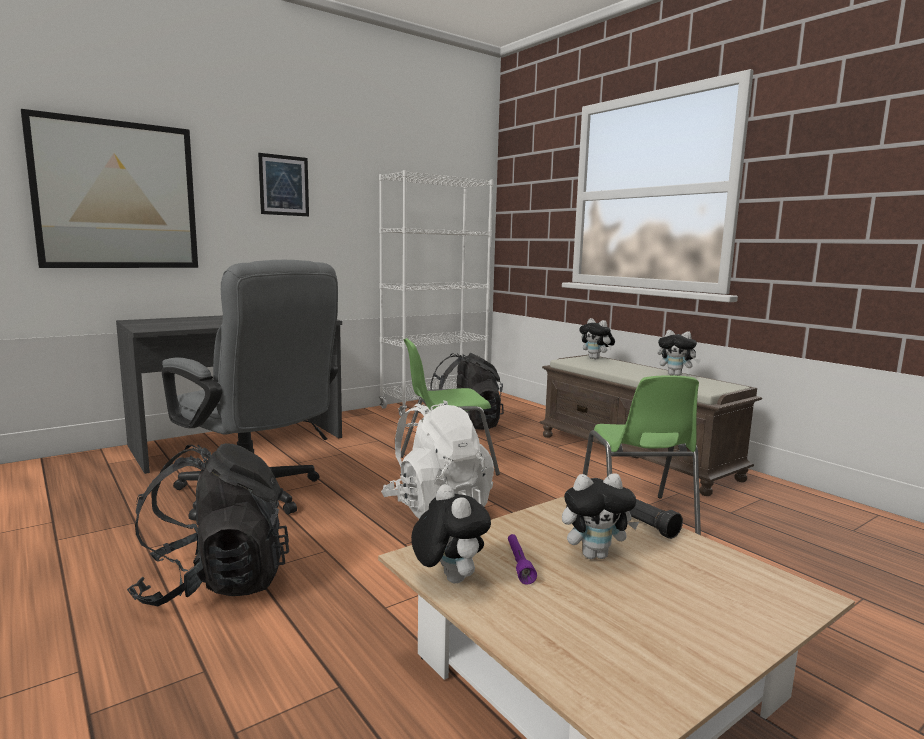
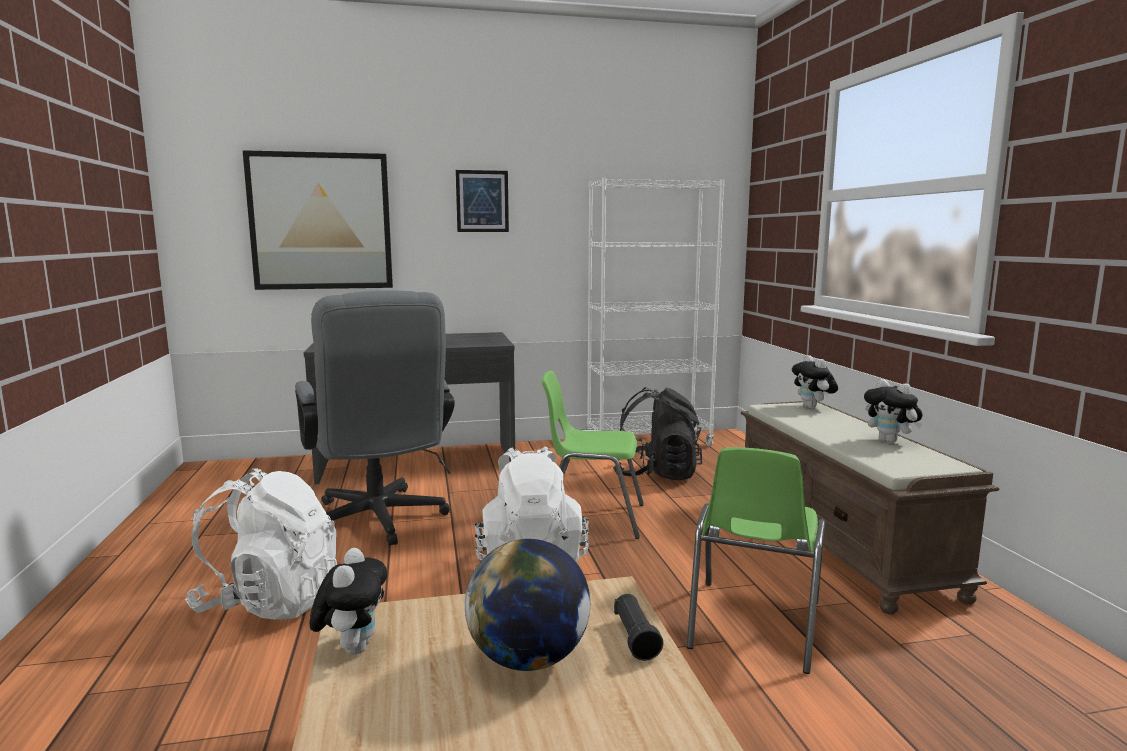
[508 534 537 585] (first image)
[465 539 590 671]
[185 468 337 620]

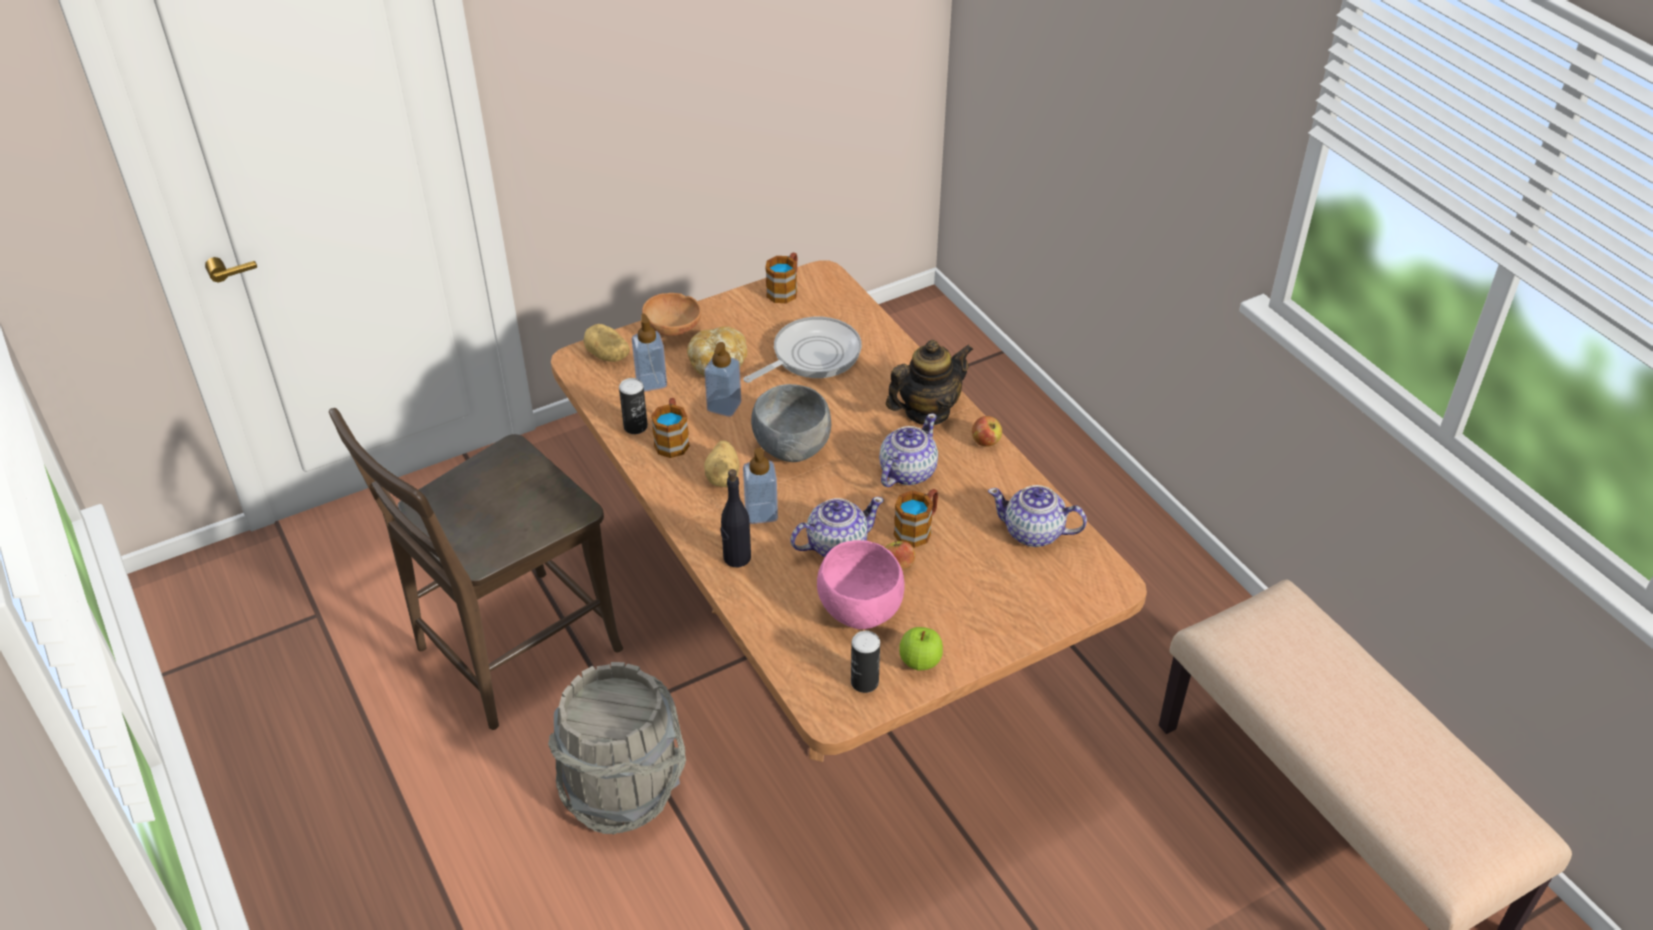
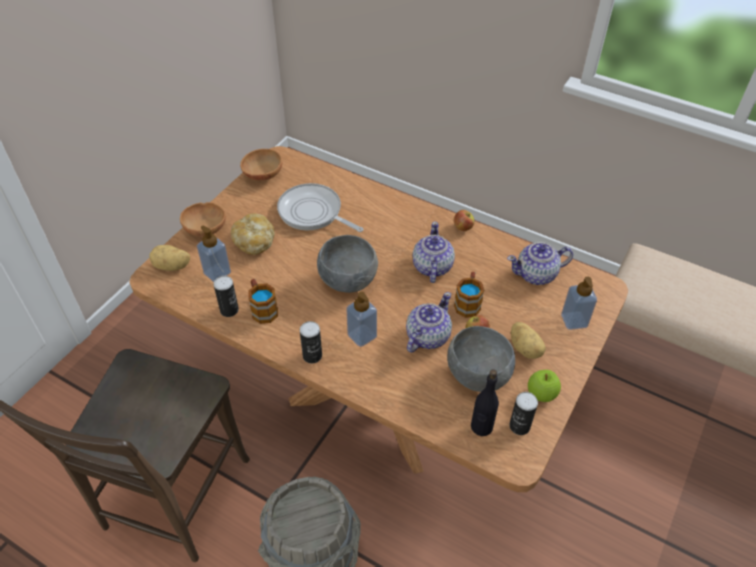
[886 340 974 425] (first image)
[300 321 322 363]
[561 276 597 330]
[511 322 546 359]
[471 369 499 436]
[240 149 282 181]
[447 326 515 392]
[277 183 363 232]

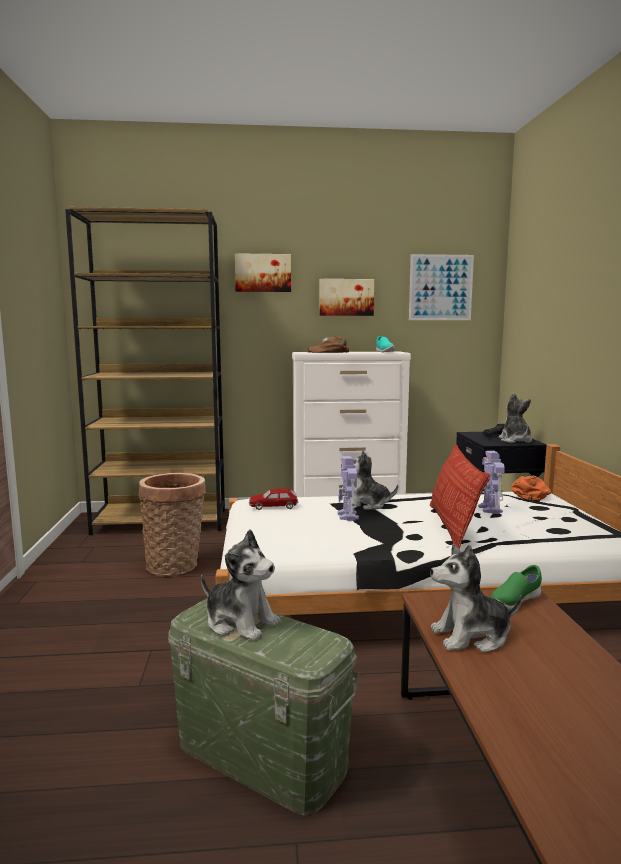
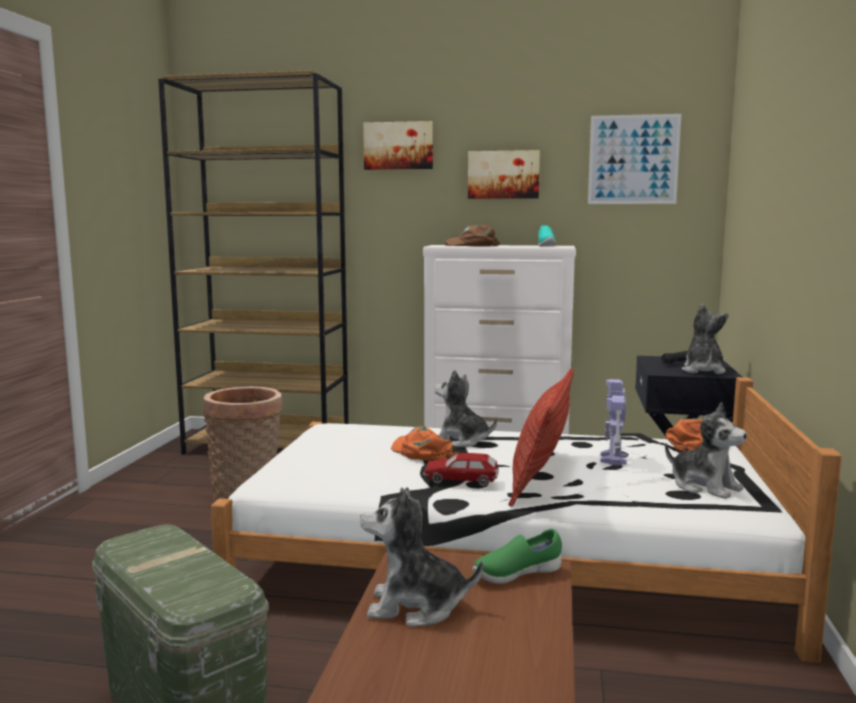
[665 402 747 499]
[423 453 499 487]
[391 426 458 461]

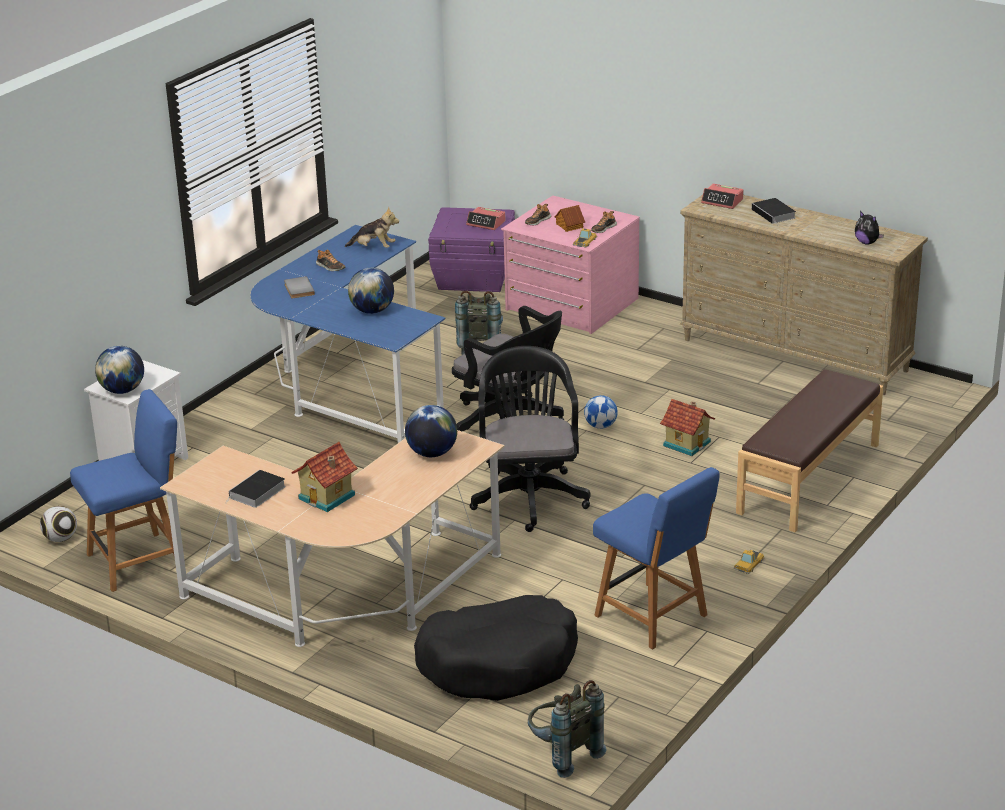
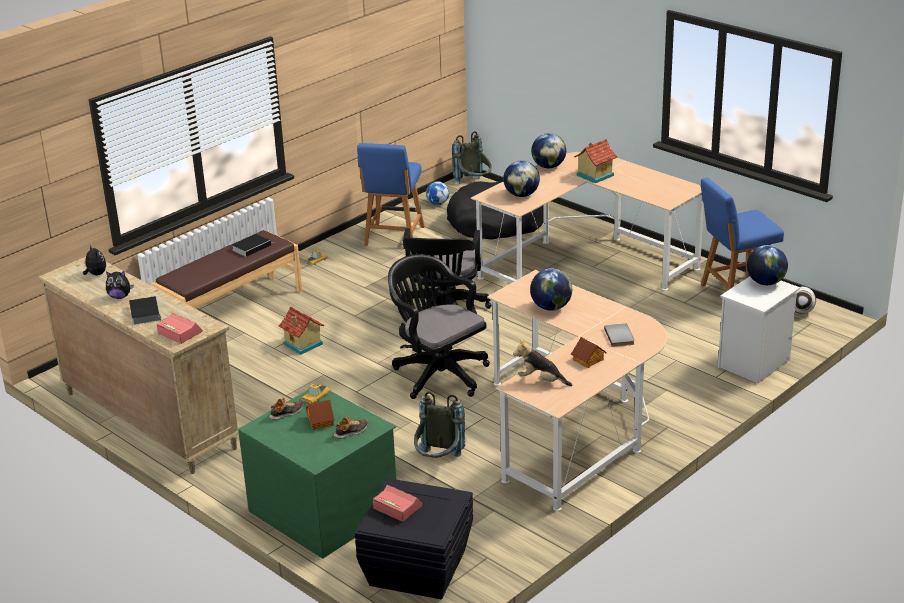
[106 271 134 299]
[531 133 566 168]
[232 234 275 257]
[426 181 449 205]
[571 337 607 368]
[487 270 667 511]
[355 478 473 599]
[238 385 396 559]
[357 143 425 246]

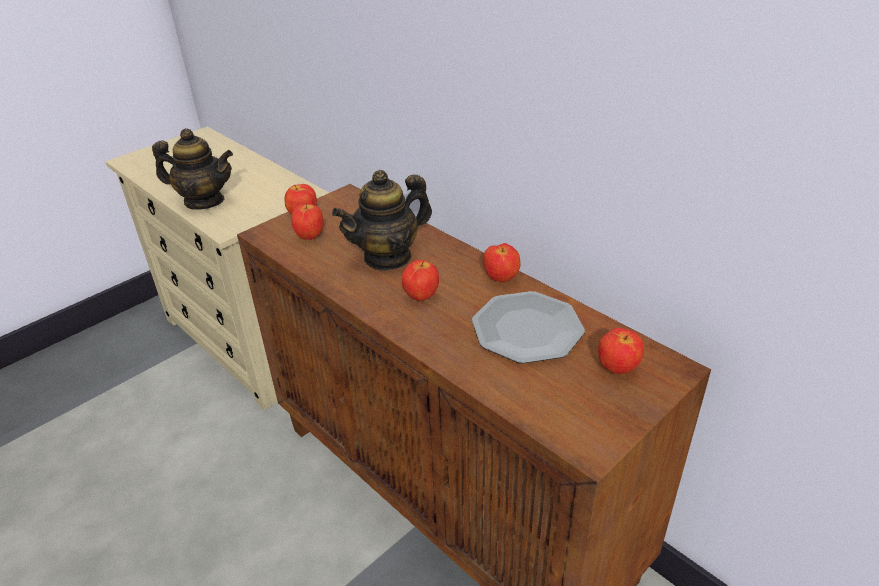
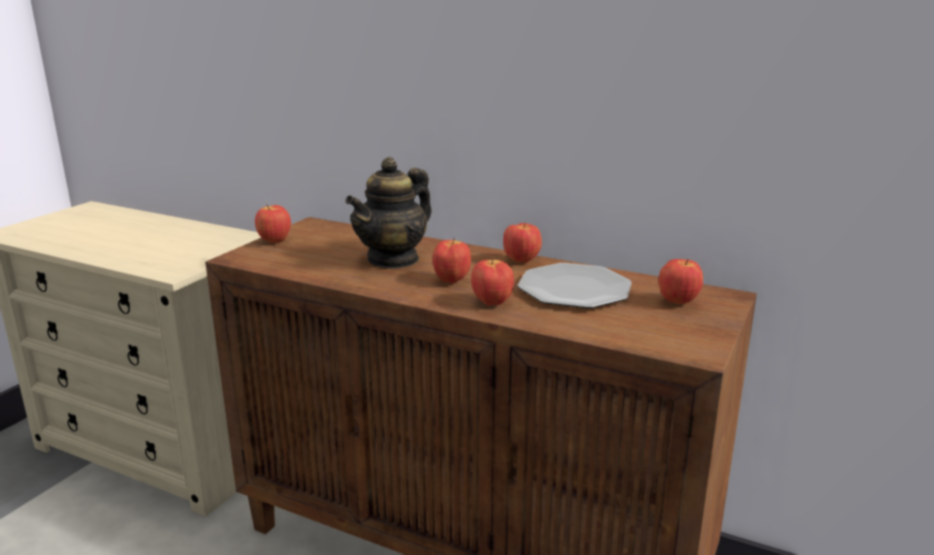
[152 128 233 210] (first image)
[471 257 514 306]

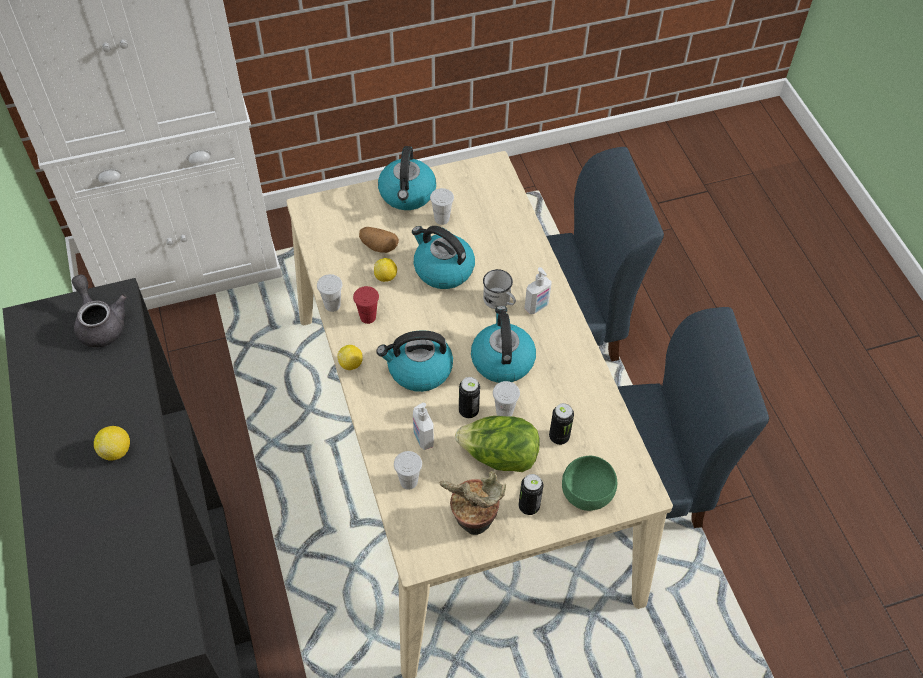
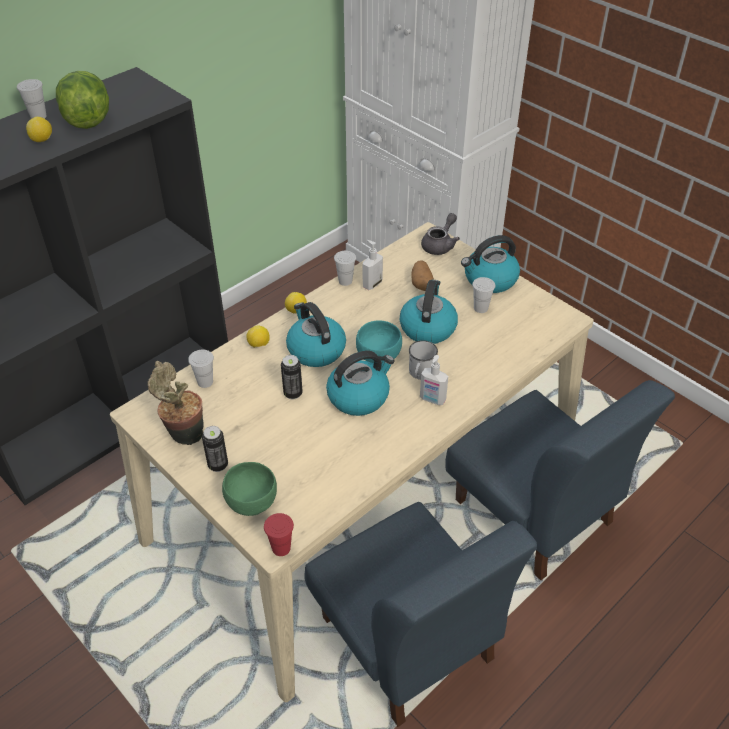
[549 403 574 445] (first image)
[356 320 402 364]
[421 213 460 255]
[264 513 294 556]
[246 325 270 348]
[363 240 383 290]
[56 71 109 129]
[17 79 47 119]

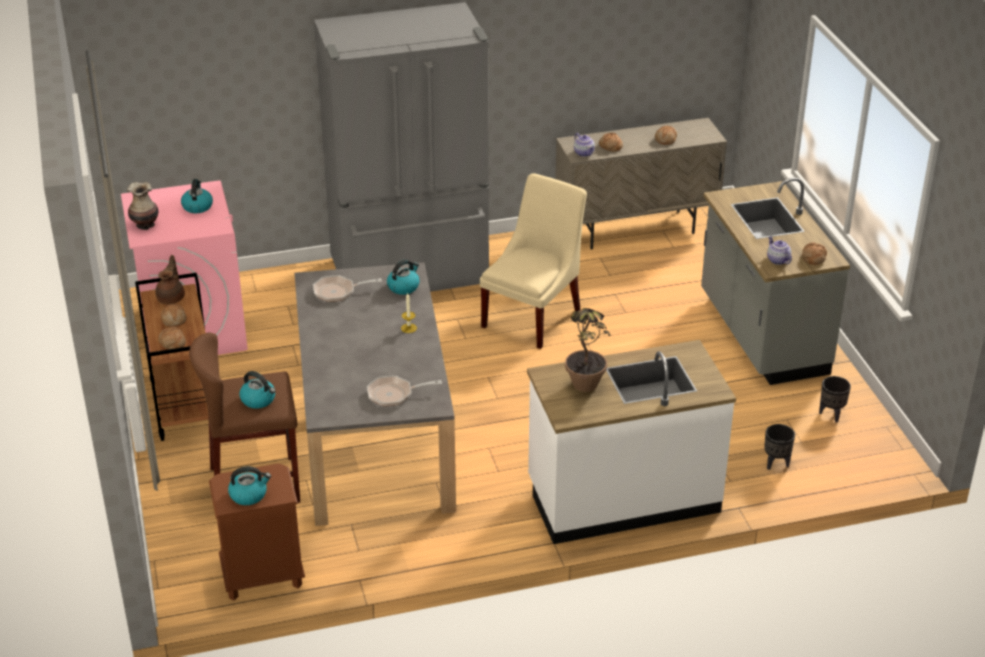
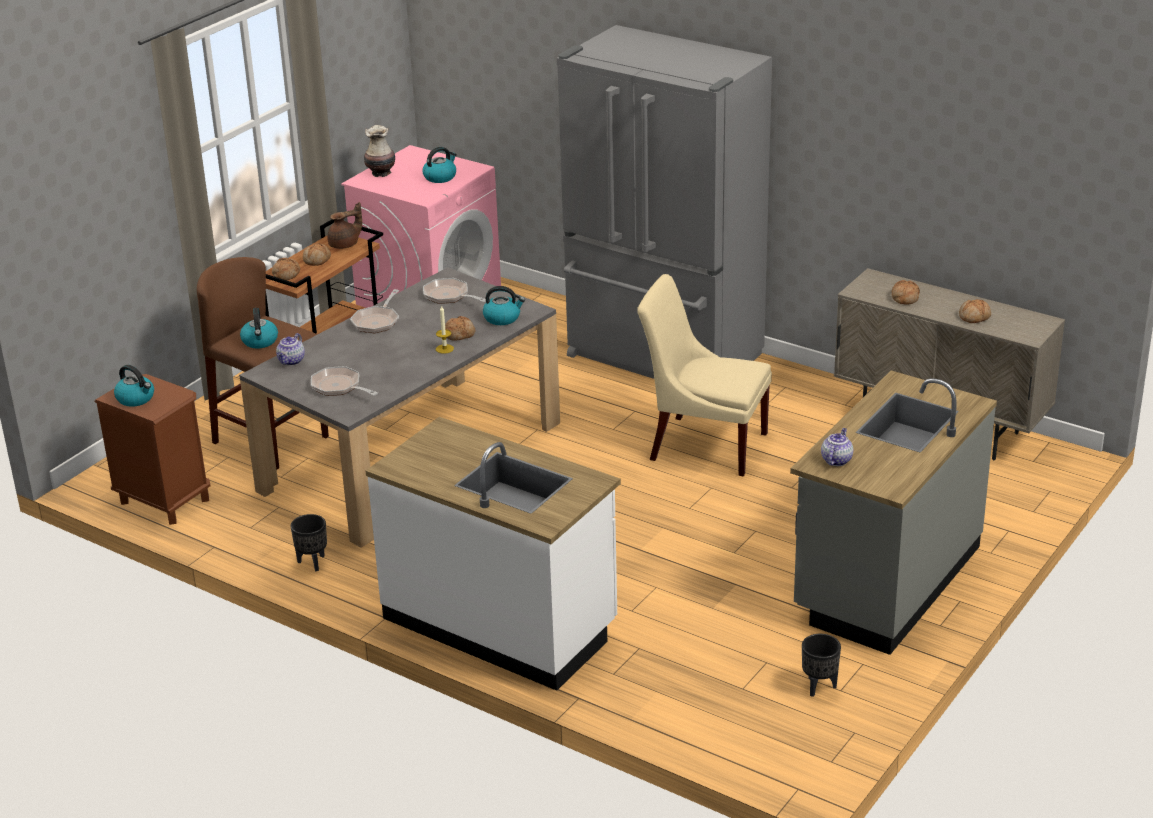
[565 308 611 392] (first image)
[350 289 399 333]
[276 333 305 365]
[291 514 327 571]
[445 316 475 340]
[637 274 772 477]

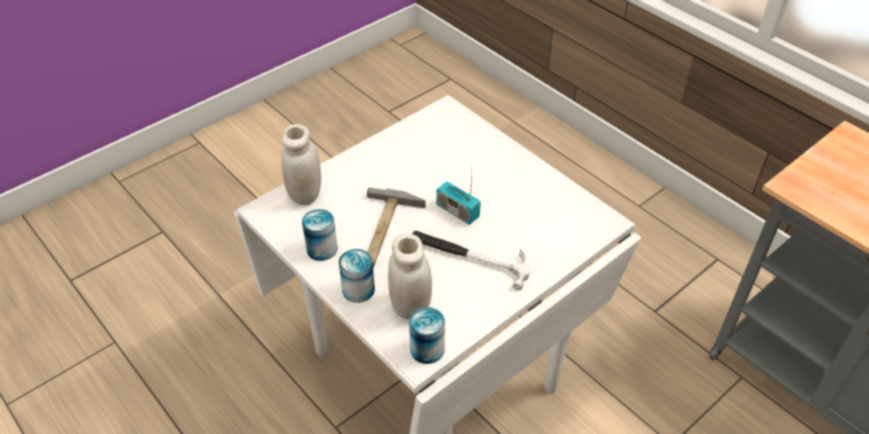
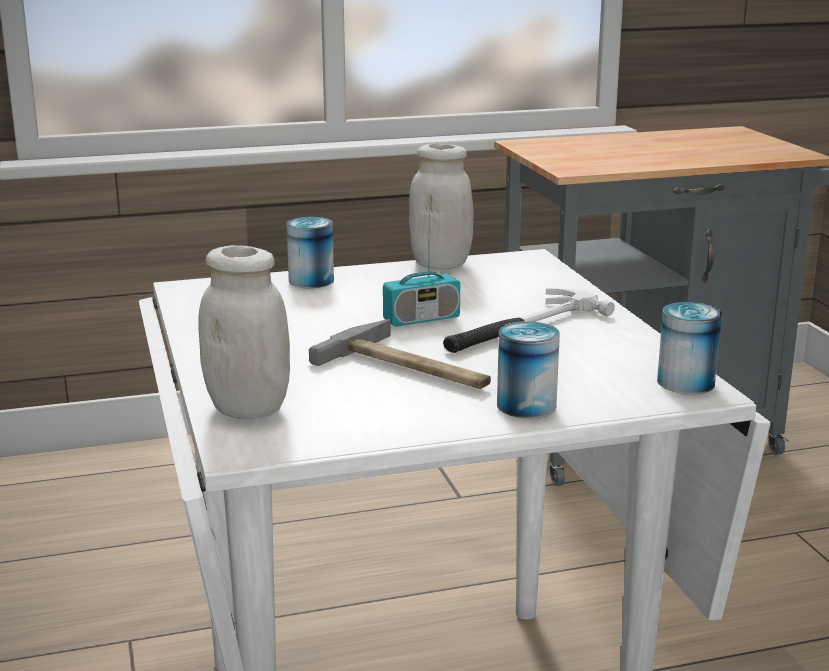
[287 217 334 288]
[409 144 474 269]

